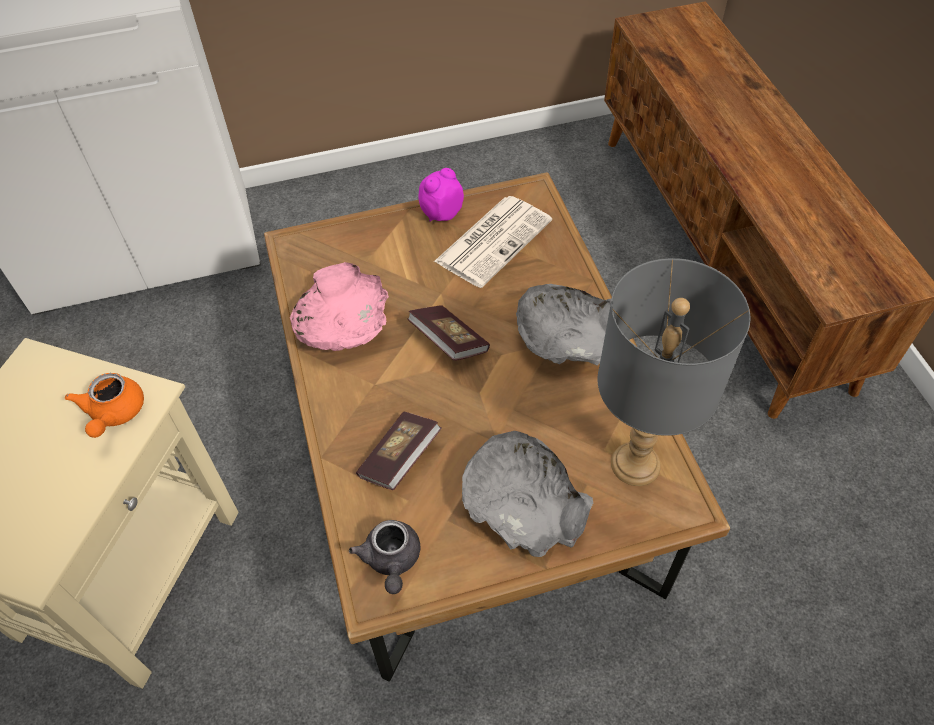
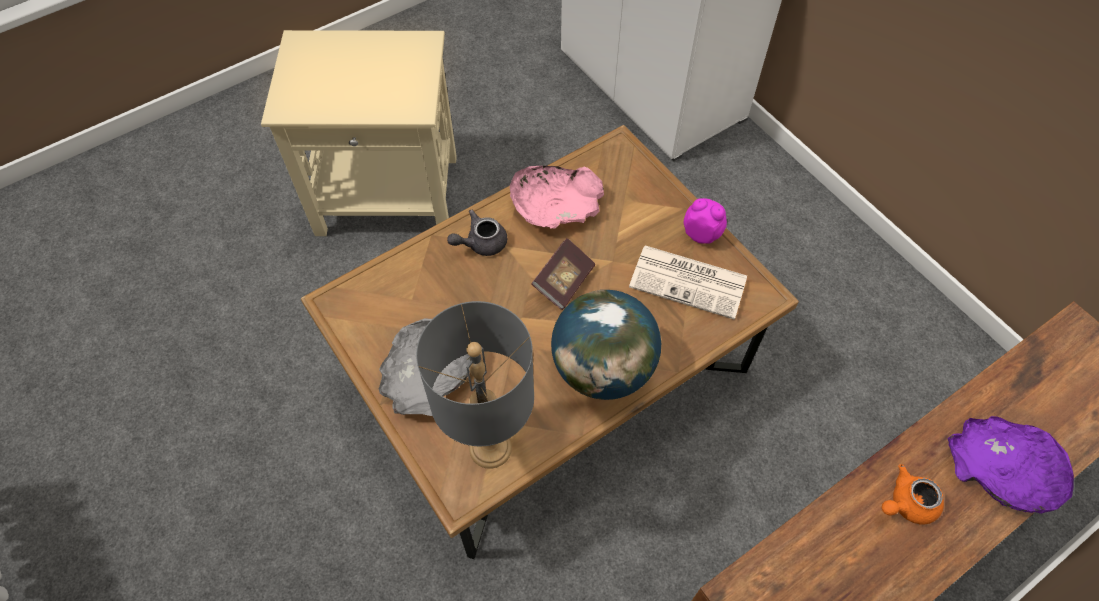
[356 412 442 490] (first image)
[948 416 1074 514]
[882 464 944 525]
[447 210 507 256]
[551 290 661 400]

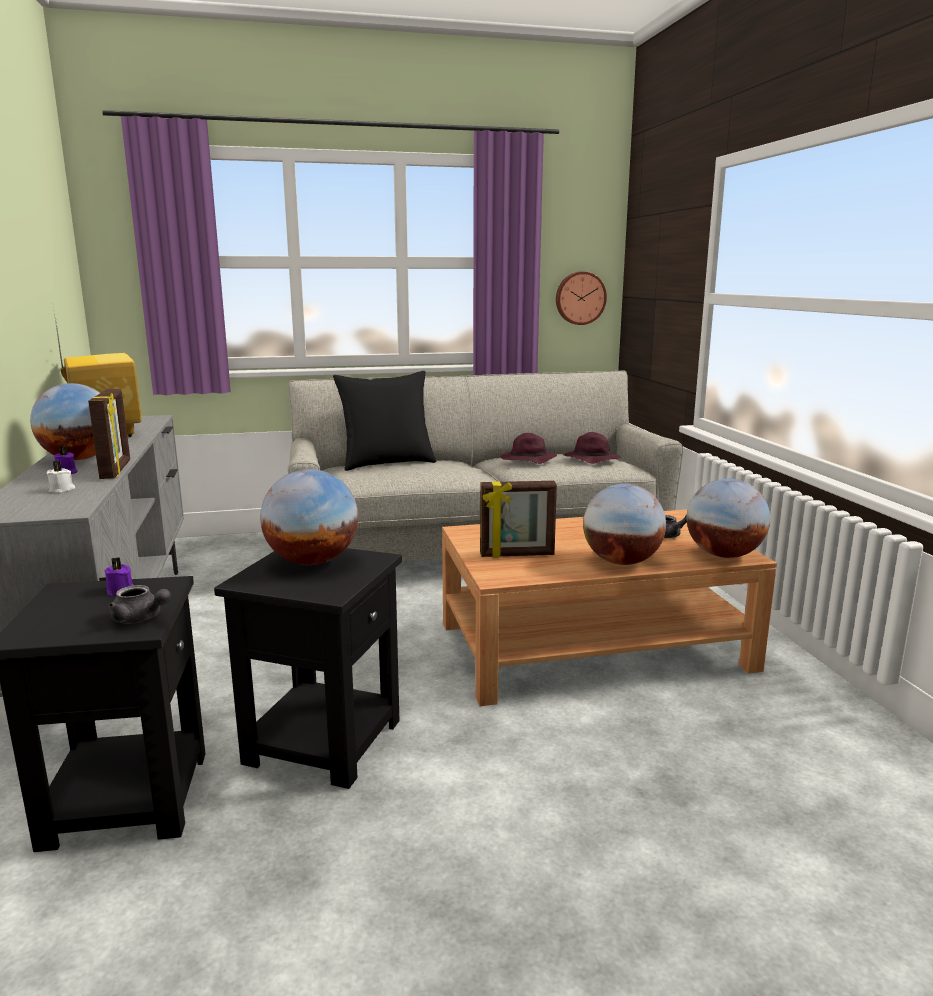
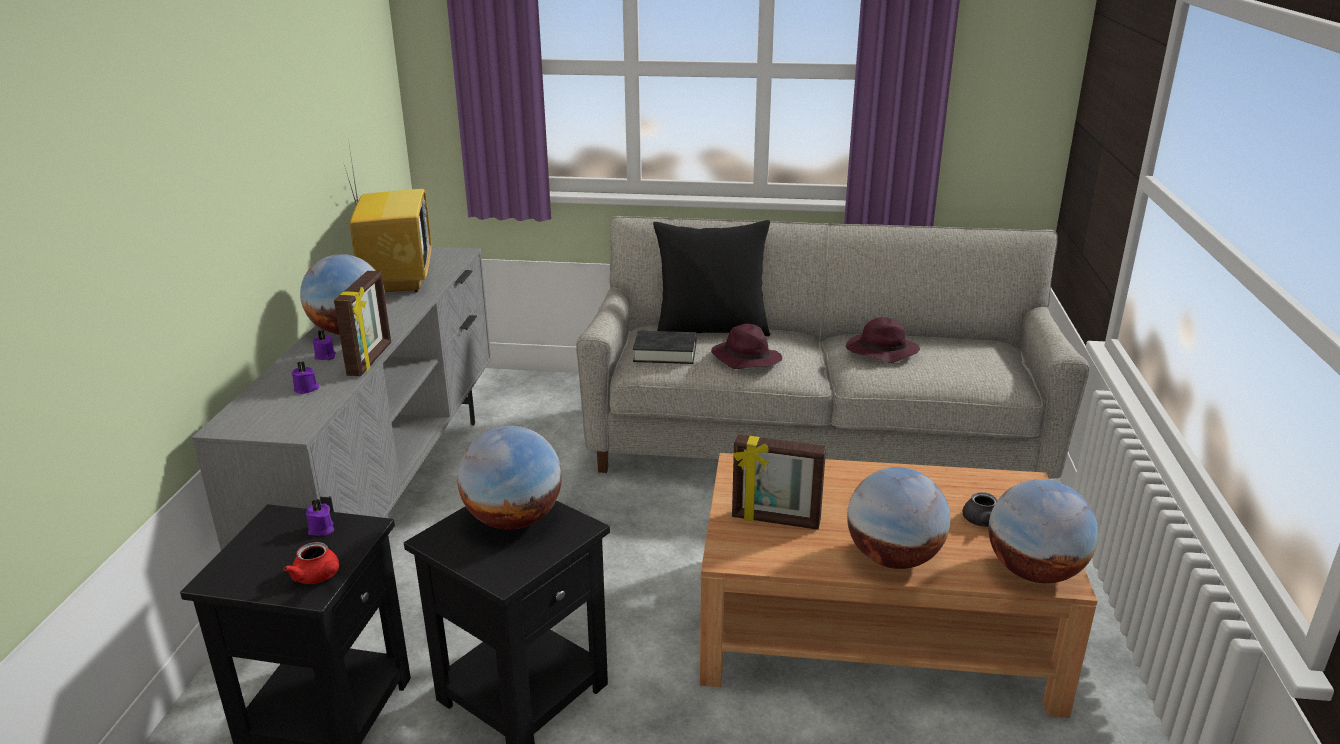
[556 271 607 325] (first image)
[633 330 697 364]
[711 324 782 369]
[292 361 320 394]
[284 542 339 584]

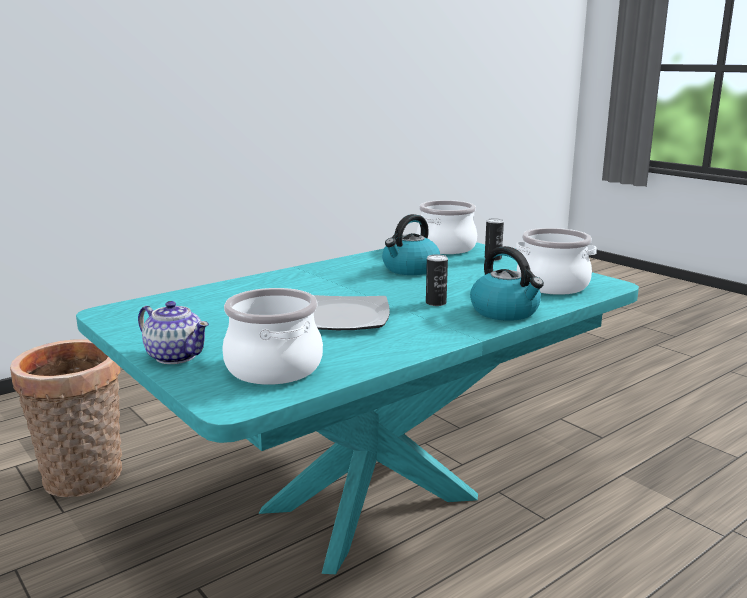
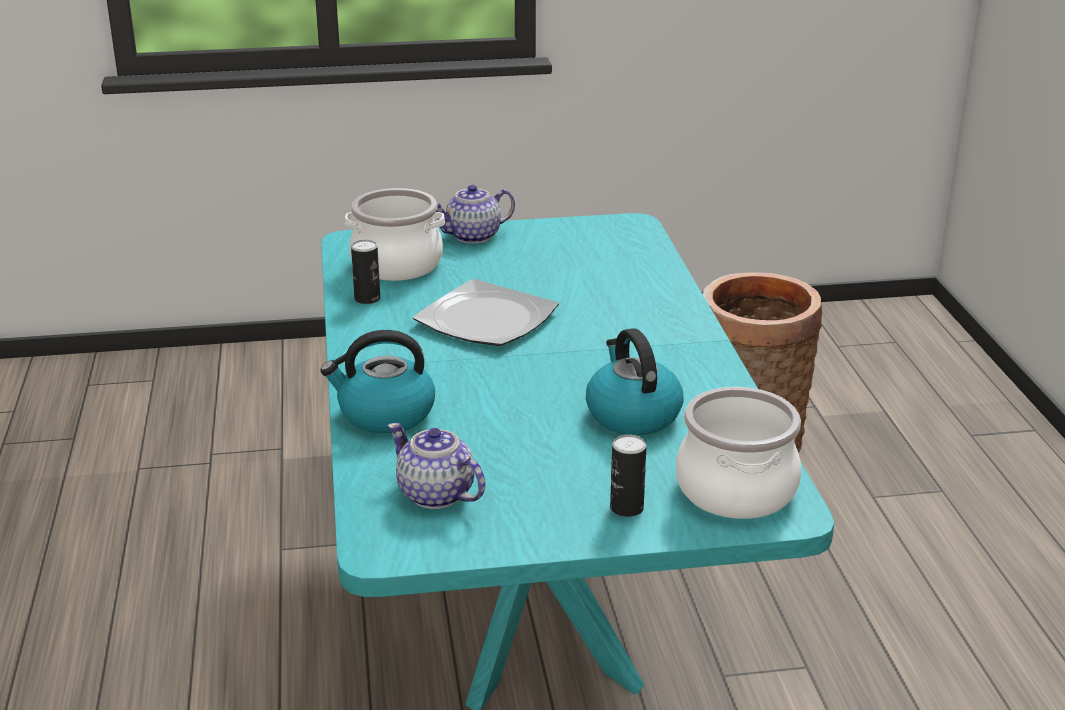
[351 240 380 304]
[387 423 485 509]

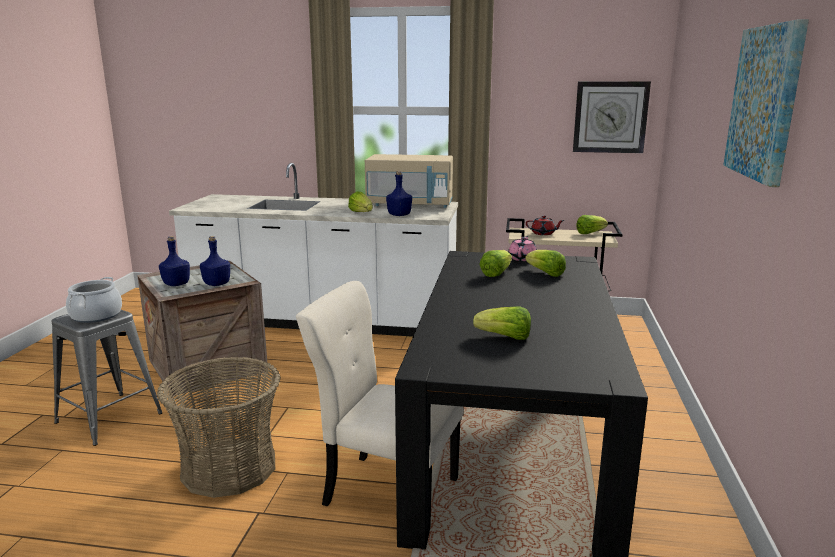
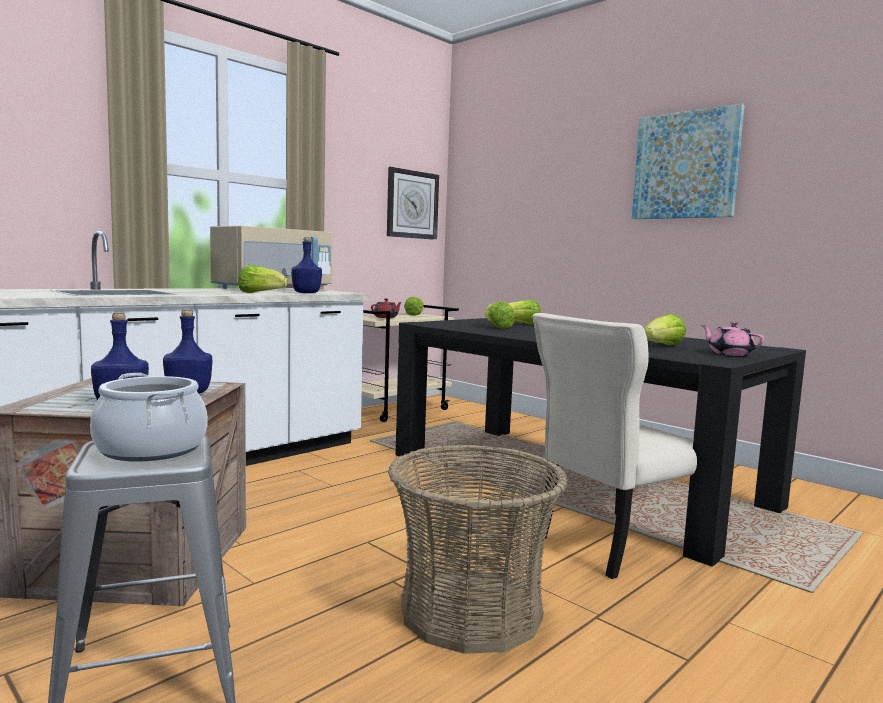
[701 322 764 356]

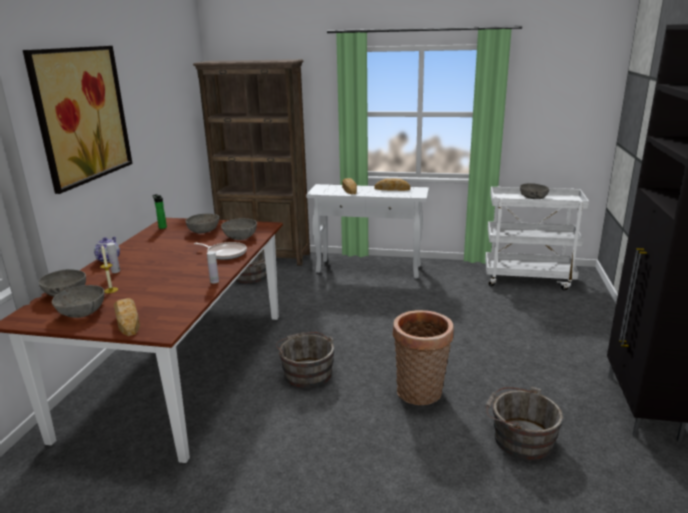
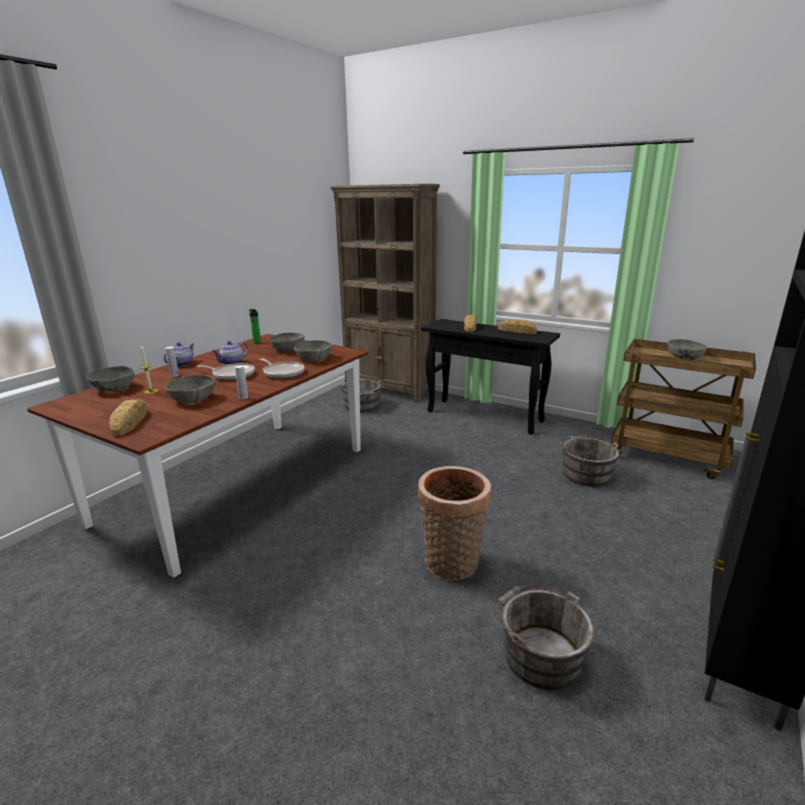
[23 46 132 194] (first image)
[197 363 255 380]
[212 341 248 365]
[165 375 215 403]
[560 435 619 487]
[422 319 560 435]
[611 339 756 479]

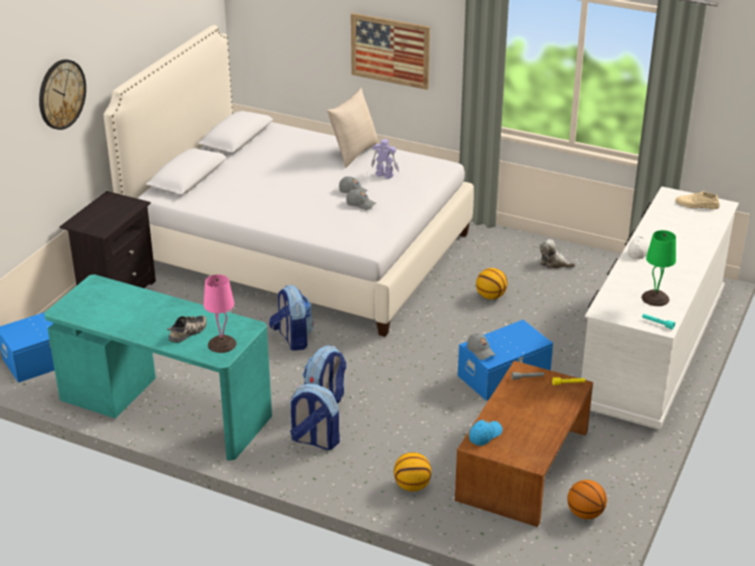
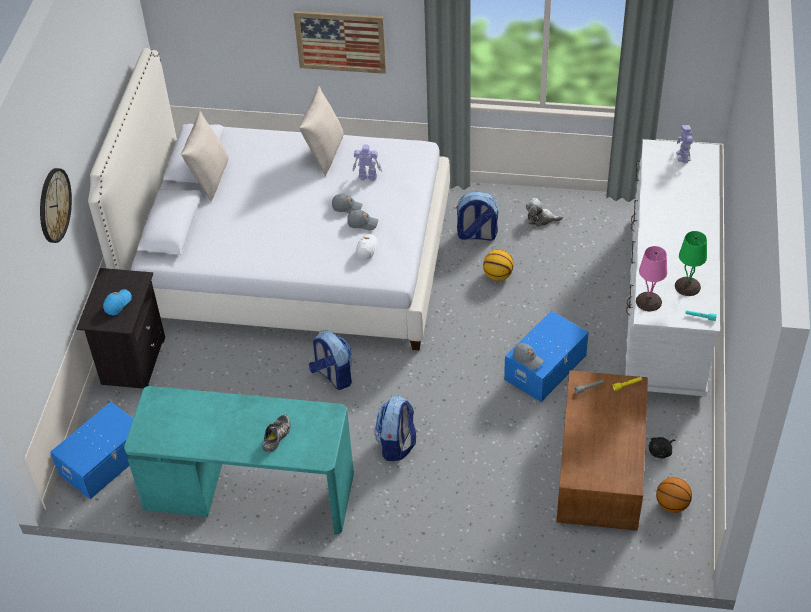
[394 452 431 492] (first image)
[181 111 229 202]
[649 437 675 459]
[636 246 667 311]
[456 192 498 241]
[103 289 132 316]
[356 234 378 260]
[676 125 693 164]

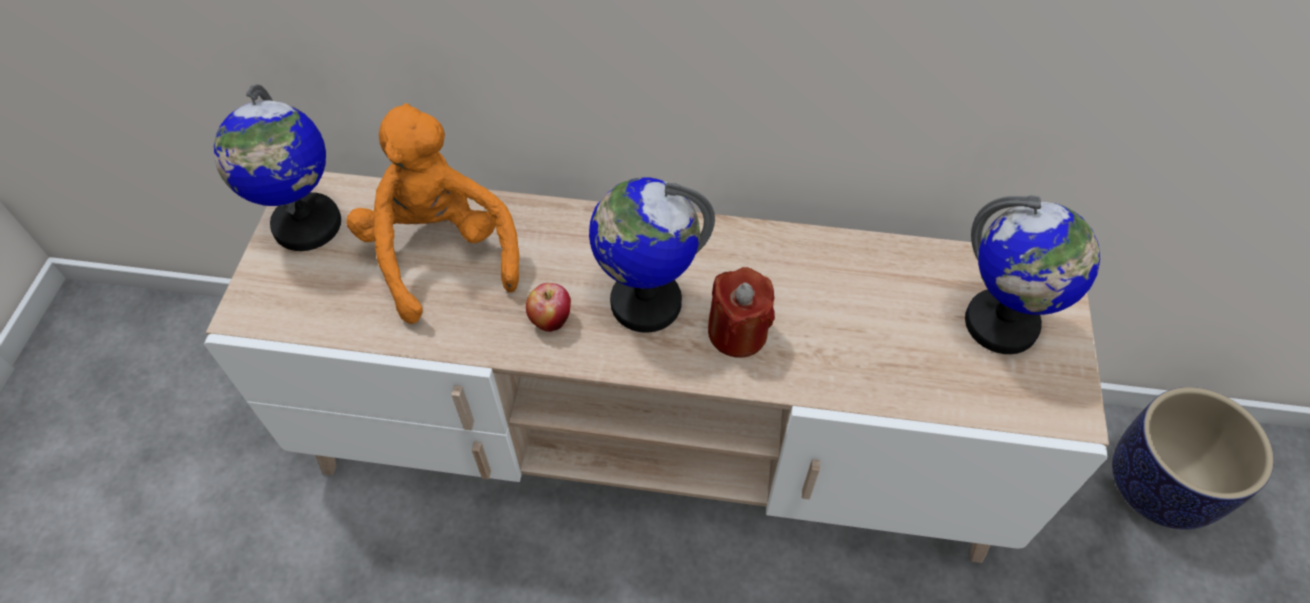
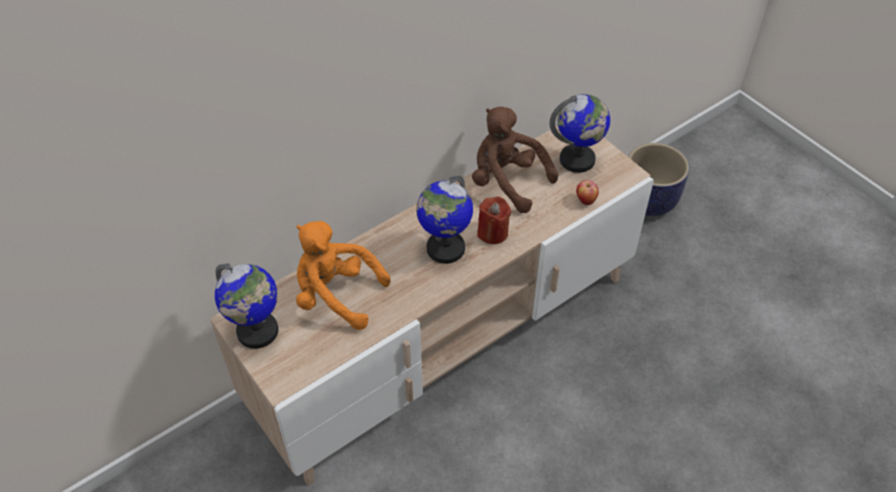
[472 107 558 213]
[576 180 599 205]

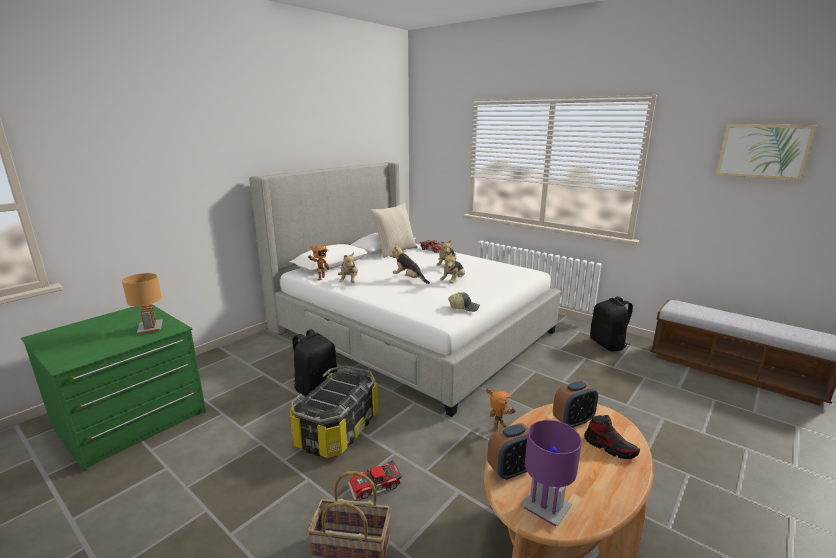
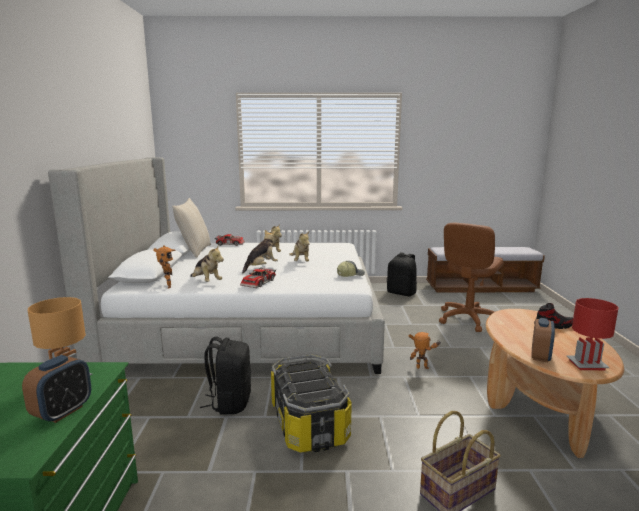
[716 124 817 181] (first image)
[439 222 503 332]
[240 268 276 288]
[22 355 91 423]
[567 298 619 370]
[242 230 278 273]

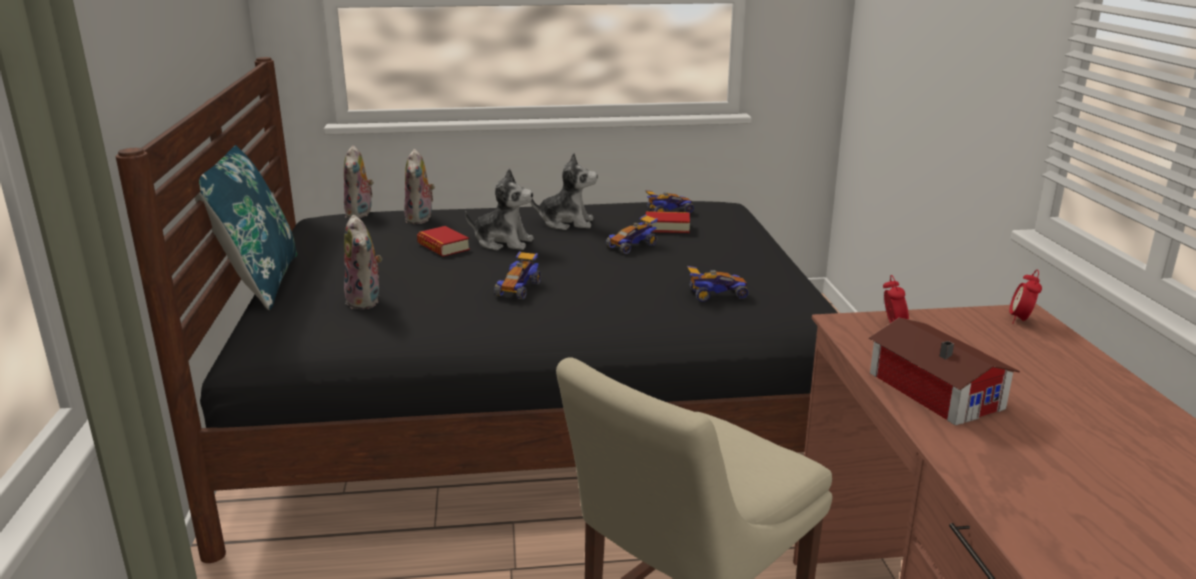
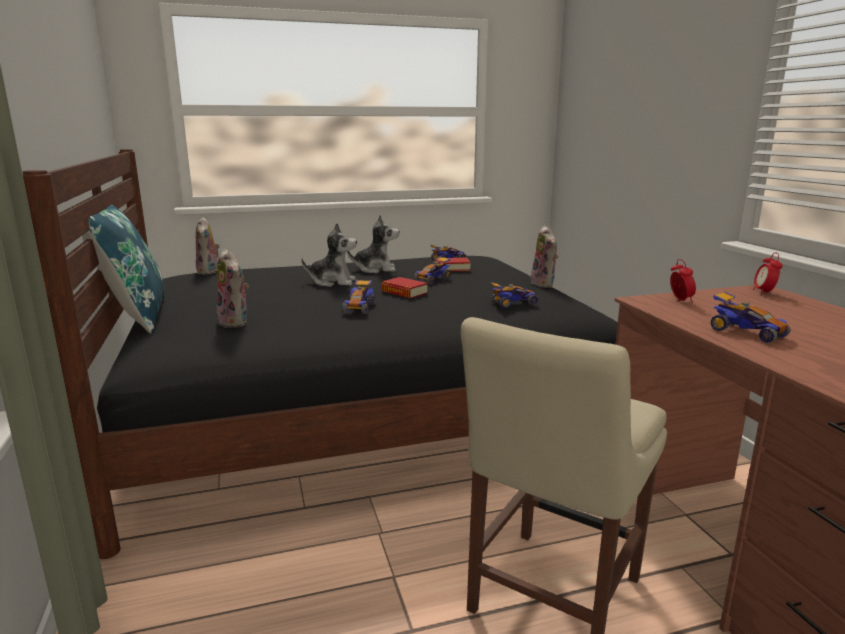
[529 225 558 288]
[381 277 428 298]
[711 291 791 343]

